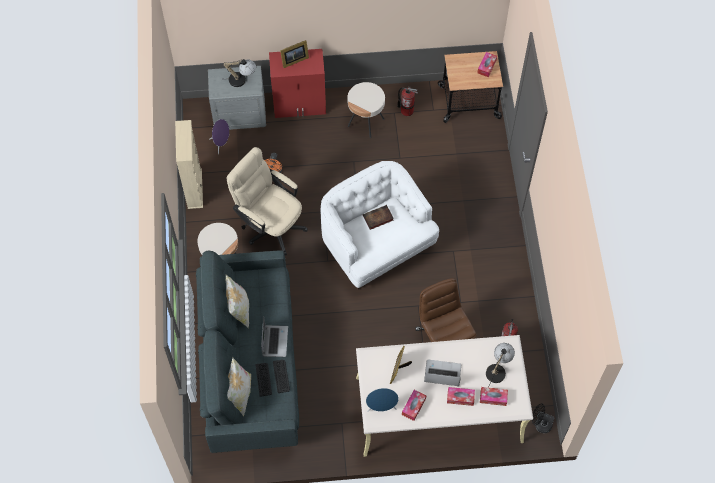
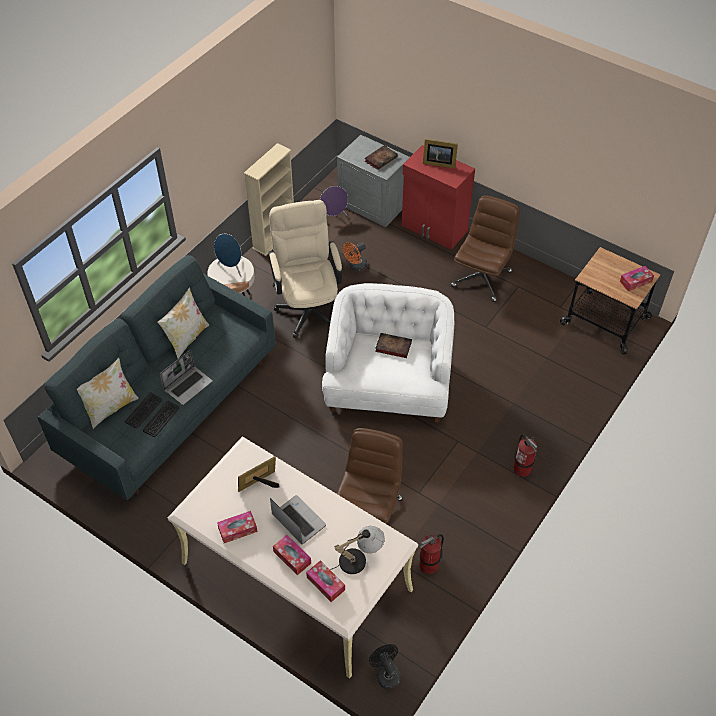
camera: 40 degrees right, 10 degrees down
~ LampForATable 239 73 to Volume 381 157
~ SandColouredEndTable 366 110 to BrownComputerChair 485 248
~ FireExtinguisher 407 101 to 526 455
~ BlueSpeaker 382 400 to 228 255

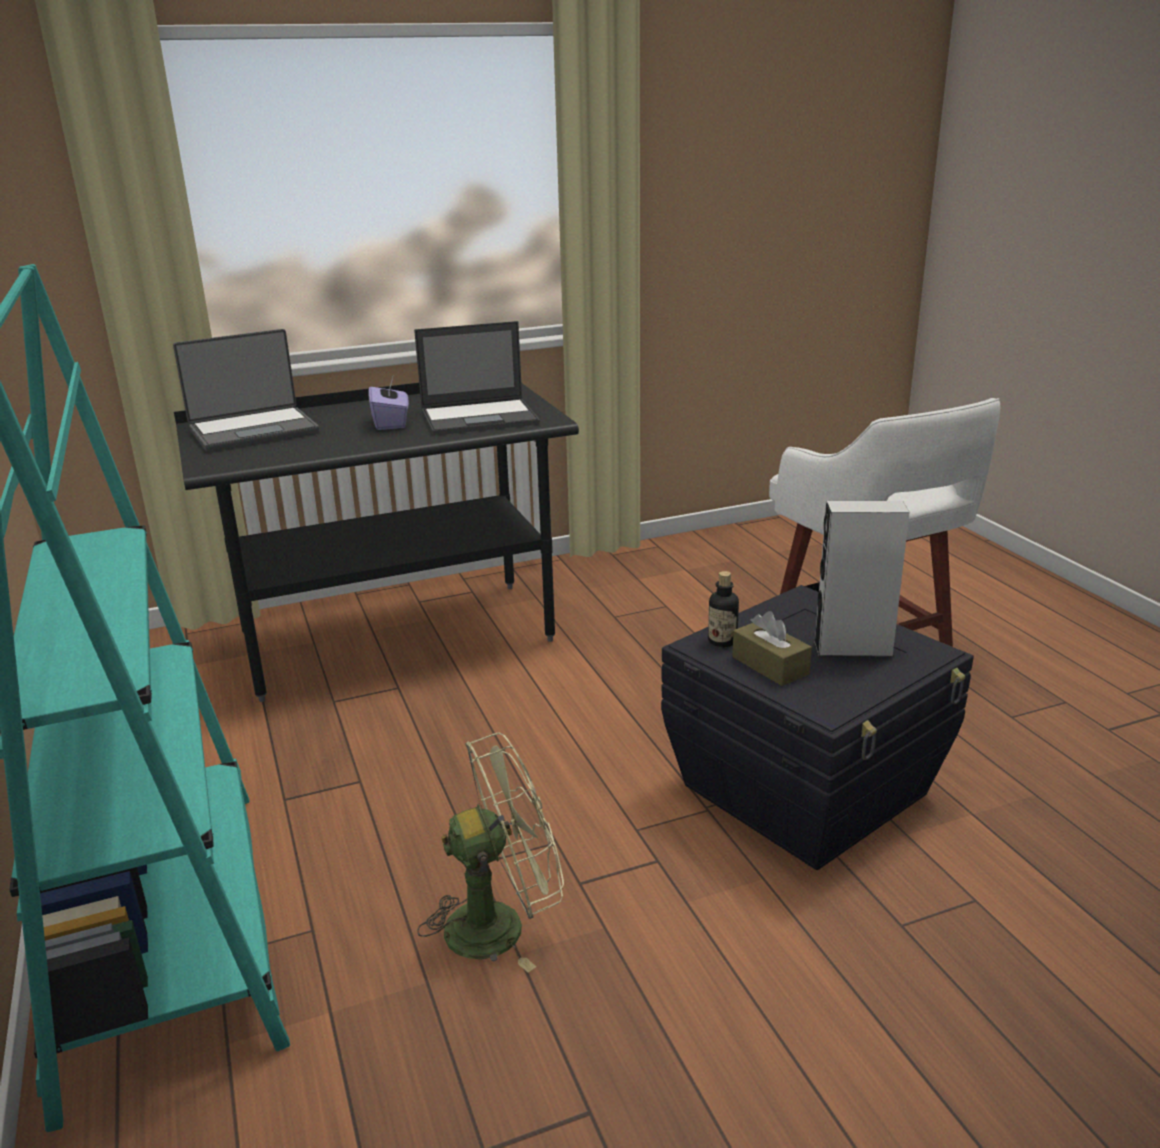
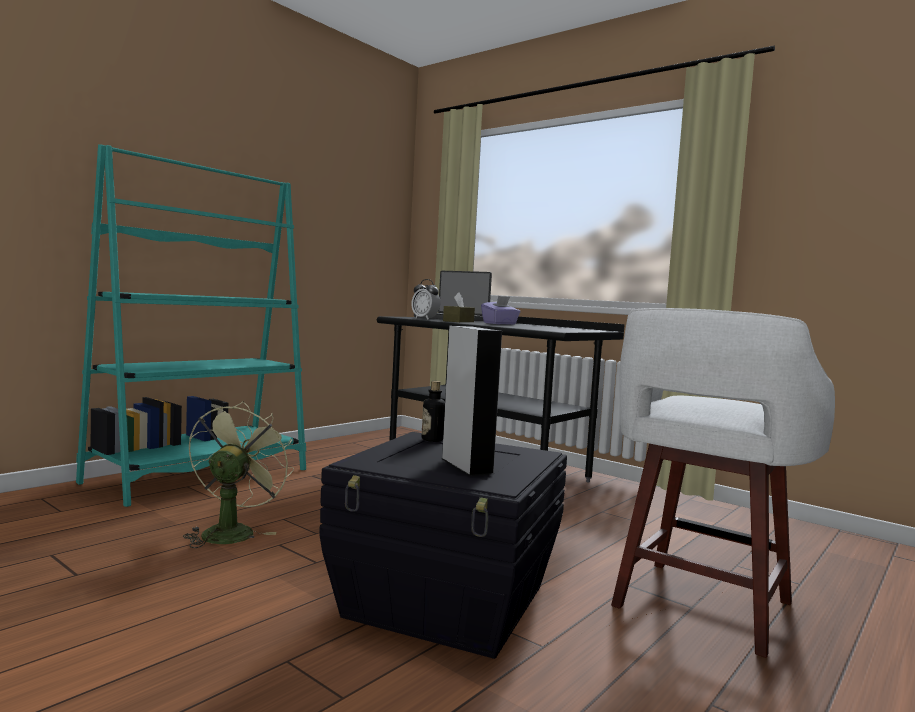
camera: 60 degrees right, 20 degrees down
- PortableComputer 477 378
~ BrownTissueHolder 772 648 to 459 307
~ GreenishElectricFan 490 852 = 238 474 120 degrees counterclockwise
+ AlarmClock 425 299

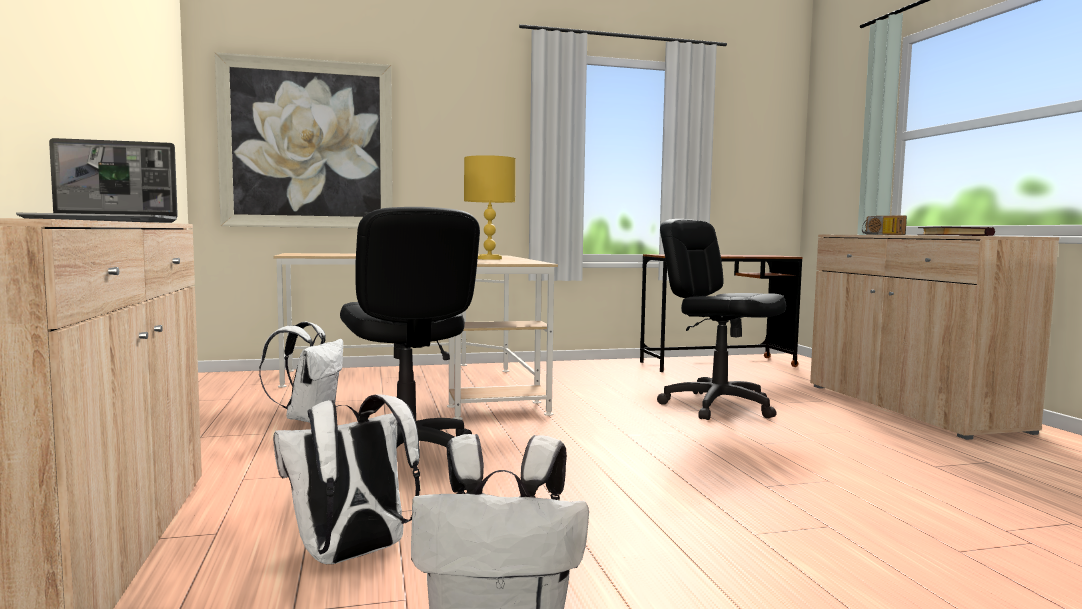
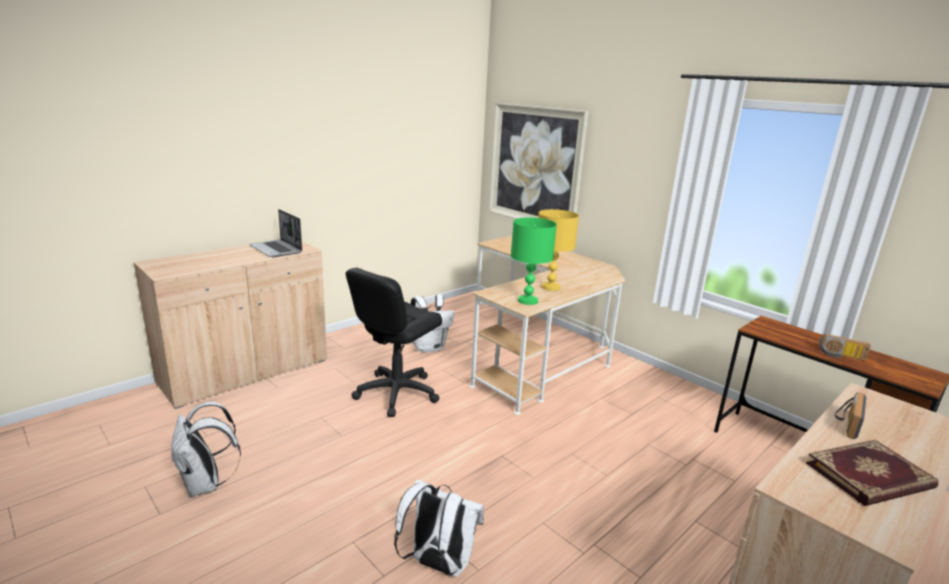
camera: 60 degrees right, 15 degrees up
- BlackComputerChair 721 319
~ WhiteBackpack 346 479 to 439 528
+ GreenishLampForATable 534 261
+ RadioReceiver 845 347

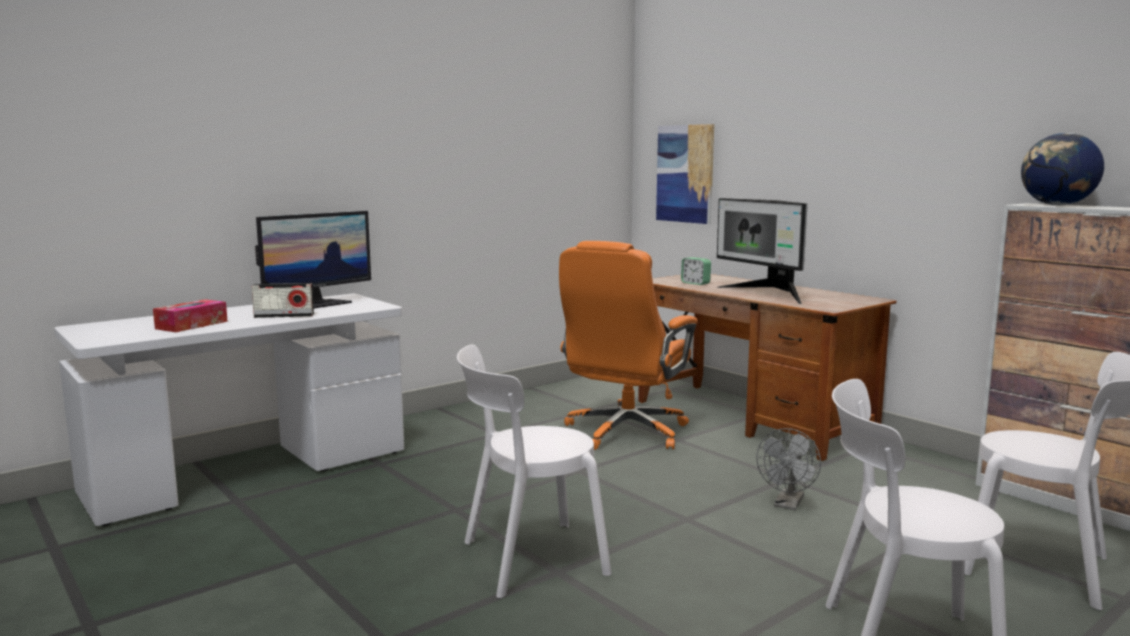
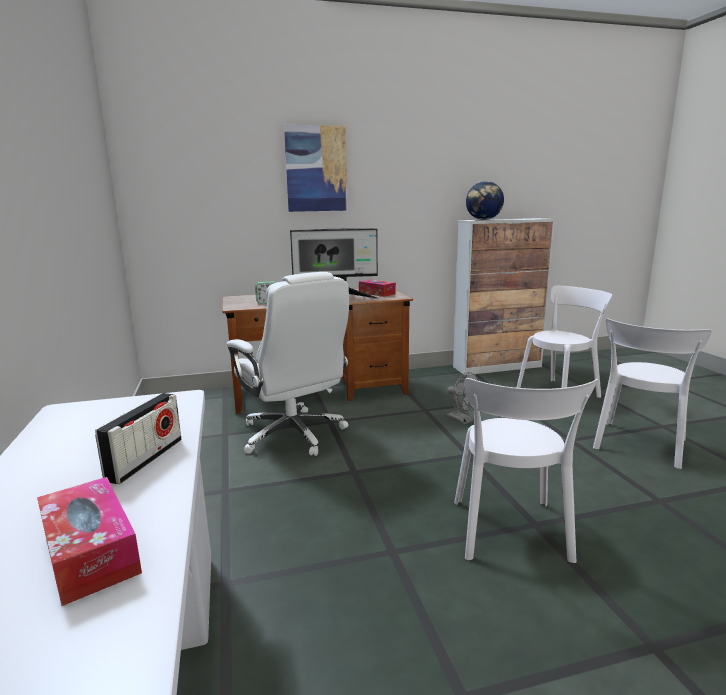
camera: 65 degrees left, 5 degrees up
~ Picture 685 174 to 316 168
- ComputerScreen 313 259
~ OrangeyComputerChair 628 345 to WhiteComputerChair 287 364
+ TissueHolder 377 288

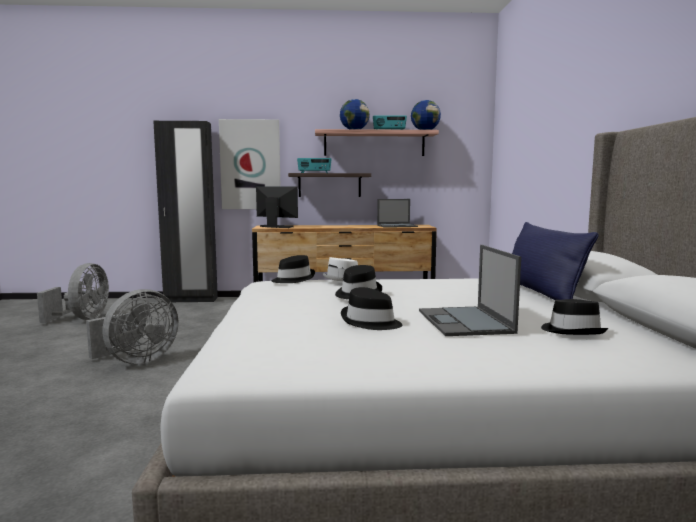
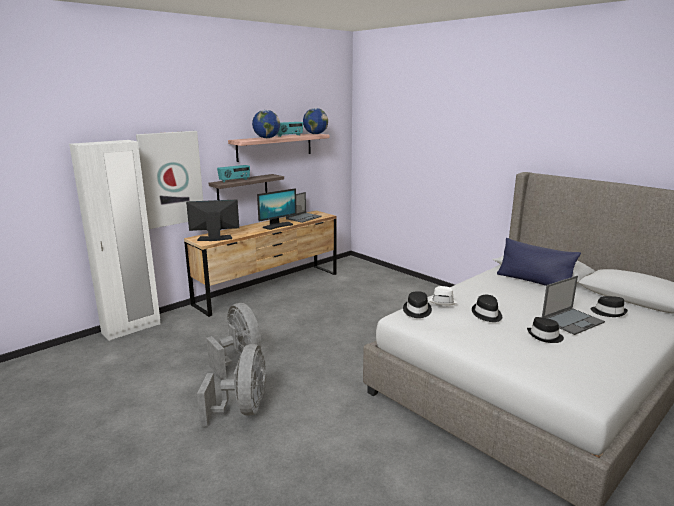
camera: 40 degrees left, 10 degrees up
~ BlackWardrobe 185 212 to WhiteWardrobe 115 240
~ PortableComputer 470 290 = 573 305 75 degrees counterclockwise
~ GreyishElectricFan 73 293 to 233 341
+ ComputerScreen 277 209

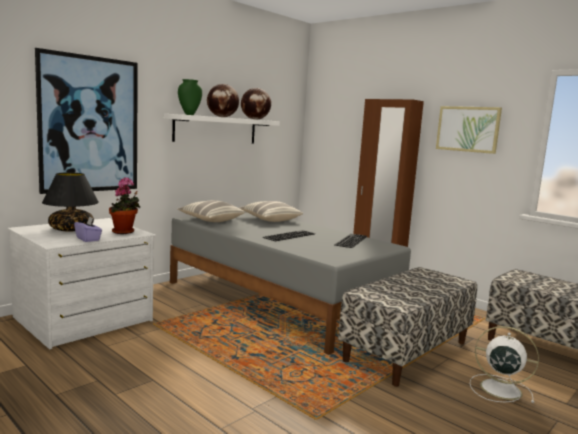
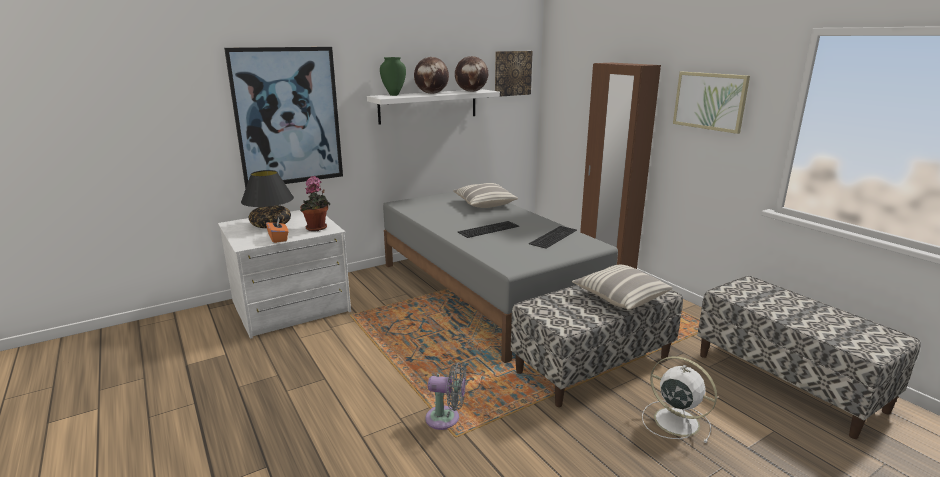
camera: 15 degrees right, 10 degrees up
~ ThrowPillow 211 211 to 622 287
~ PurpleColouredTissueHolder 88 229 to OrangeyTissueHolder 277 230
+ Picture 514 74
+ GreyishElectricFan 445 396

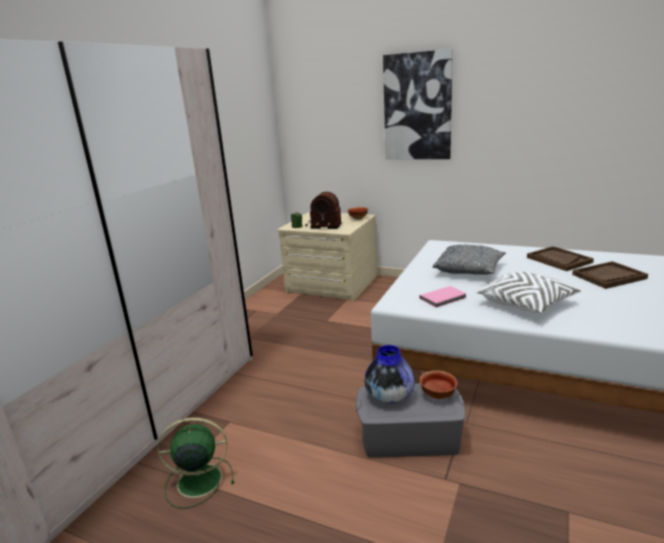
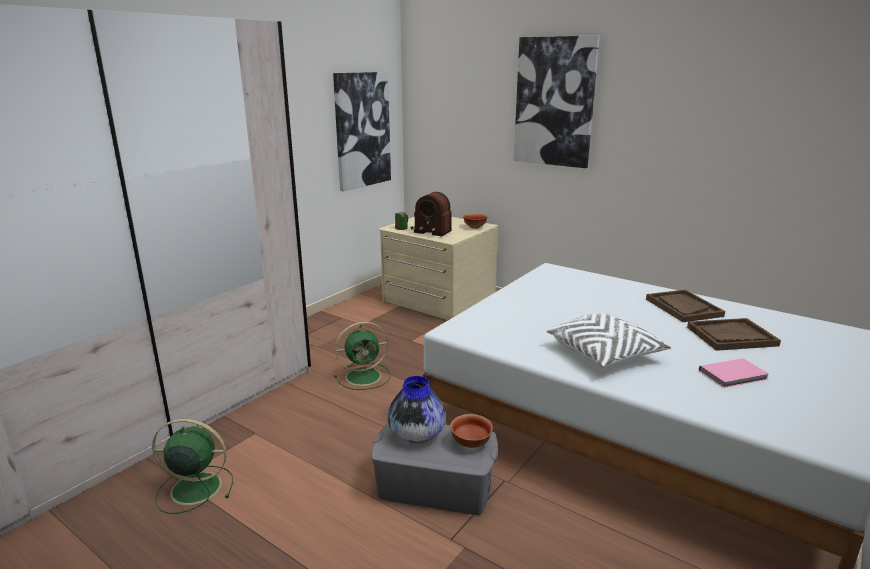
camera: 10 degrees right, 0 degrees up
- GreyishThrowPillow 469 259
~ PinkVolume 443 297 to 734 373
+ Picture 362 132
+ GreenishElectricFan 362 356

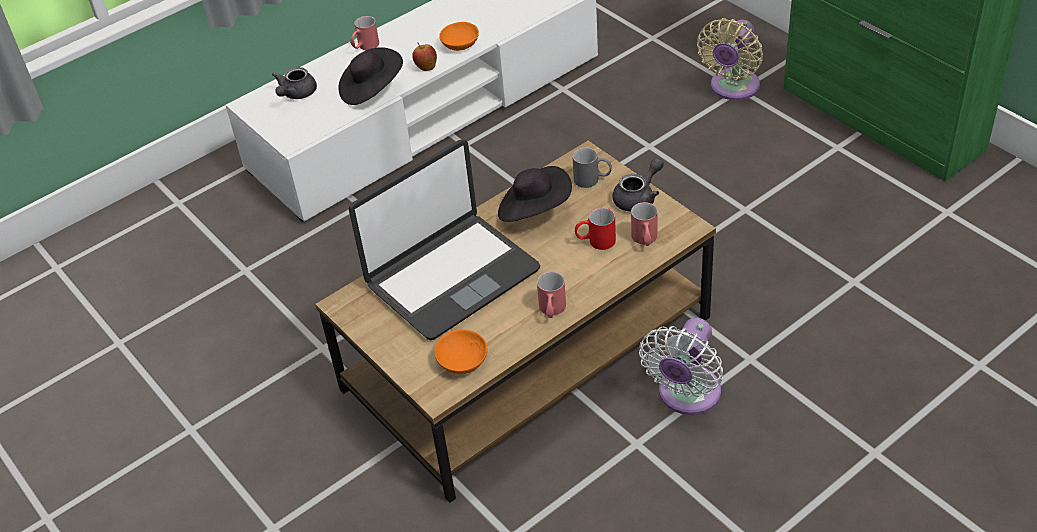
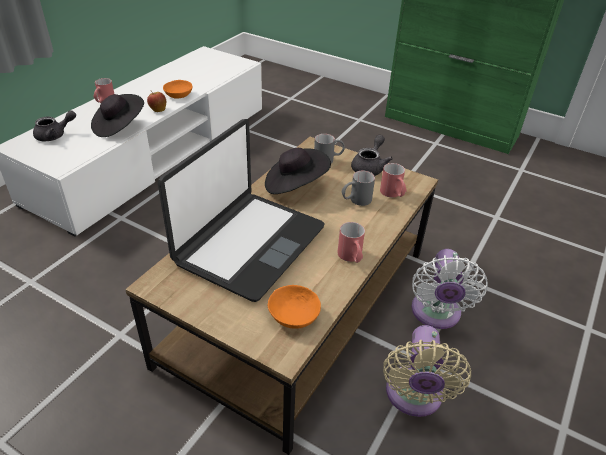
camera: 25 degrees left, 5 degrees down
~ SandColouredElectricFan 730 59 to 427 371
~ GreyishTeapot 294 83 = 54 125 120 degrees counterclockwise
~ ReddishTeaMug 595 229 to GreyishTeaMug 358 188

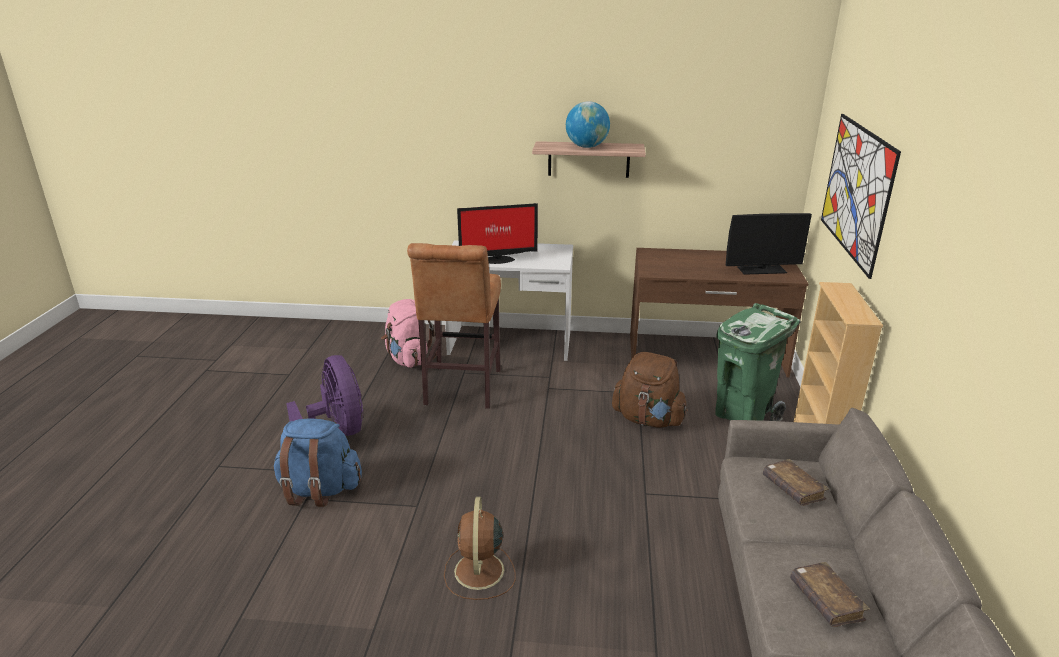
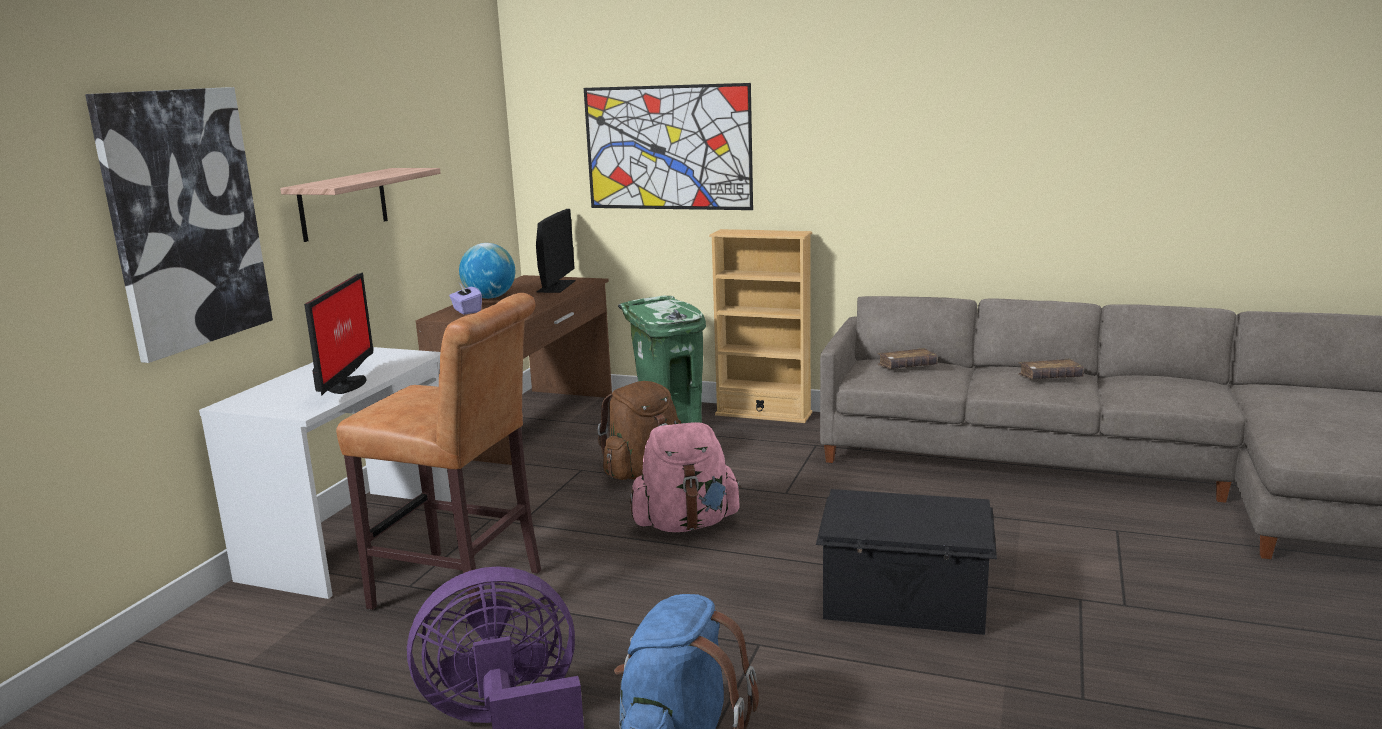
camera: 75 degrees left, 10 degrees down
~ WorldGlobe 588 124 to 487 271
~ PinkBackpack 409 333 to 686 477
~ BrownElectricFan 480 548 to BlackStorageContainer 906 562
+ Picture 179 225
+ PurpleColouredTissueHolder 465 298

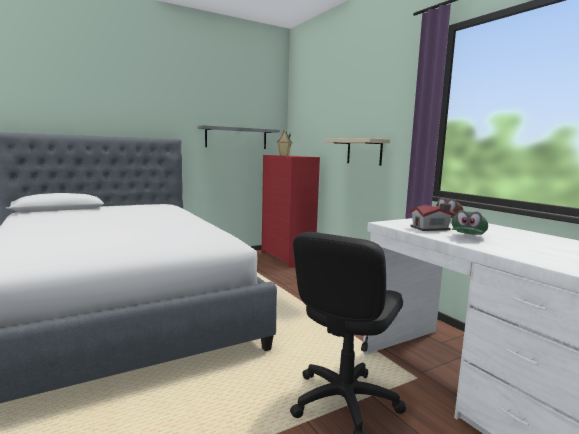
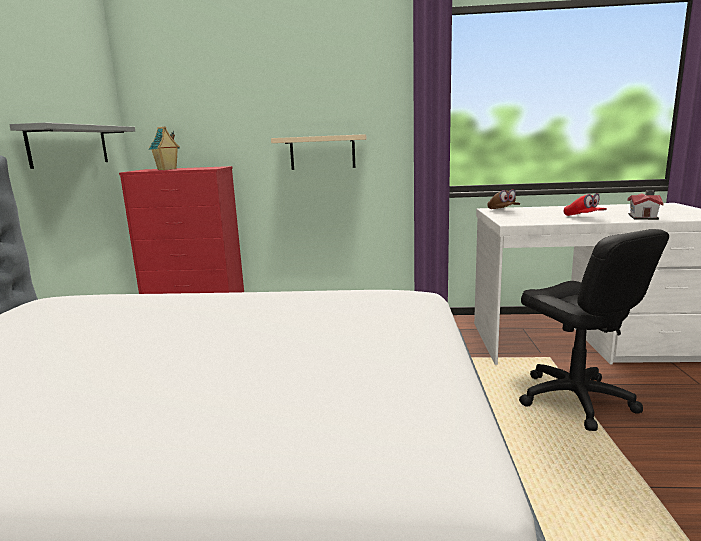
camera: 55 degrees left, 5 degrees up
~ ModelHouse 432 217 to 645 205
~ GreenishCap 470 222 to ReddishCap 585 204

